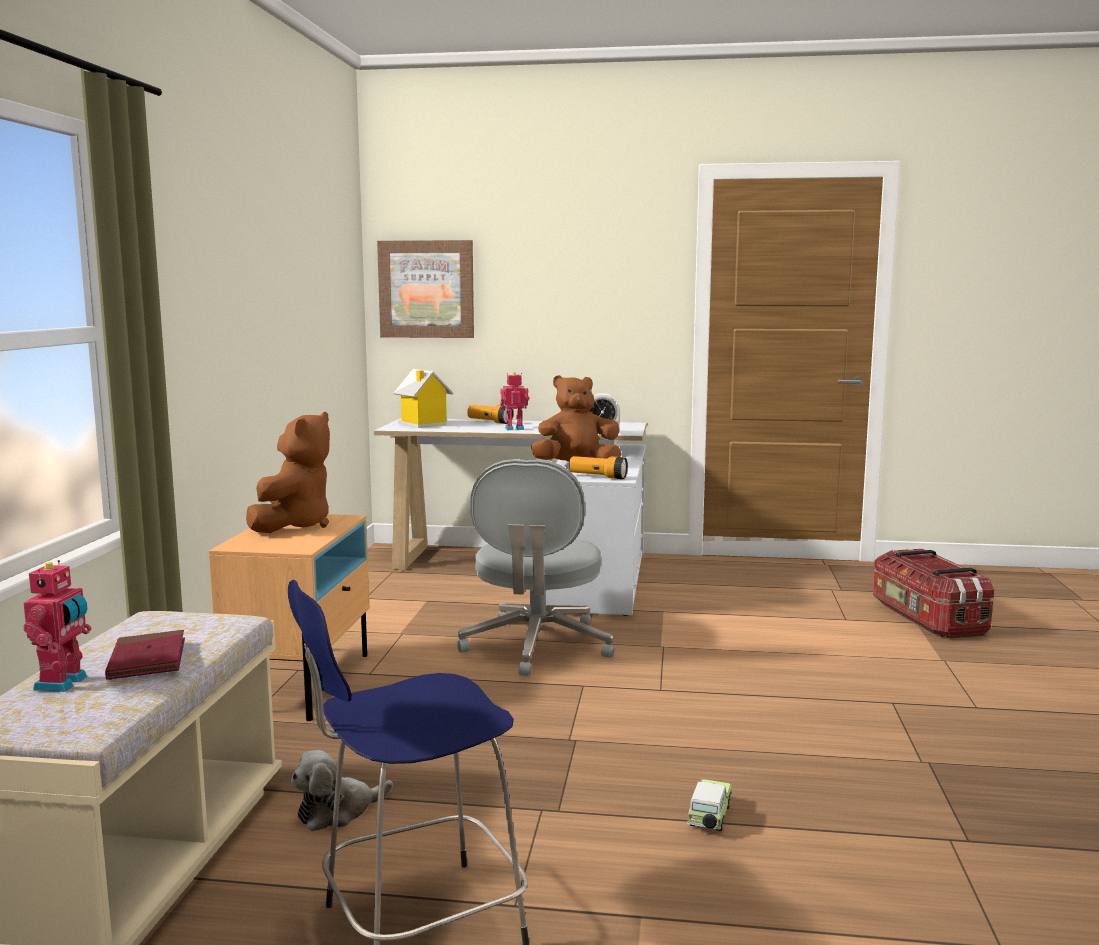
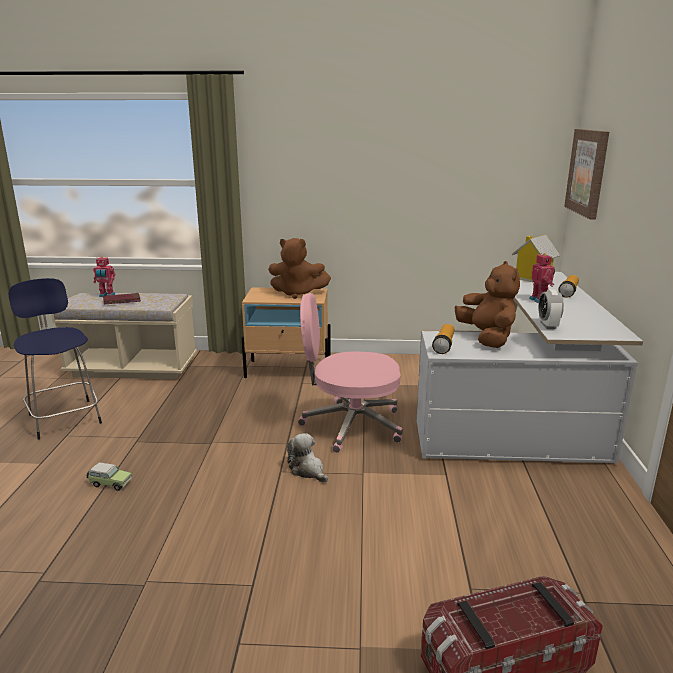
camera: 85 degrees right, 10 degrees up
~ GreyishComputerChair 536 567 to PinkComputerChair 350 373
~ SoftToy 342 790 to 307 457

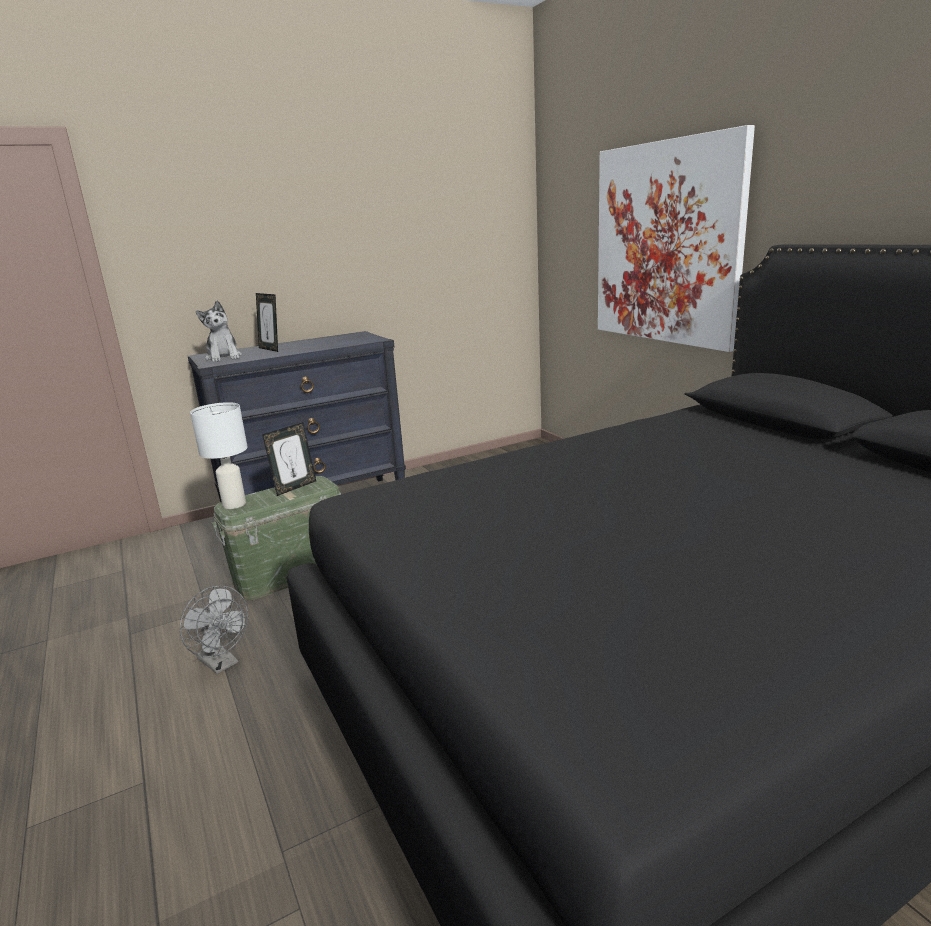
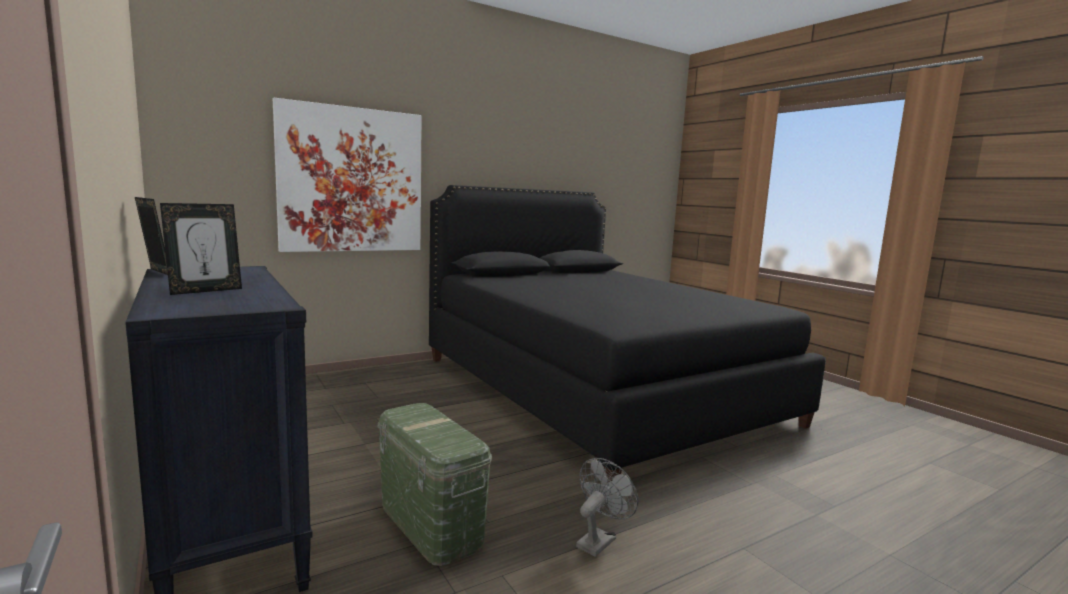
camera: 95 degrees left, 10 degrees down
- SoftToy 219 331
- WhiteLampForATable 218 455
~ StandingFrame 289 459 to 151 236

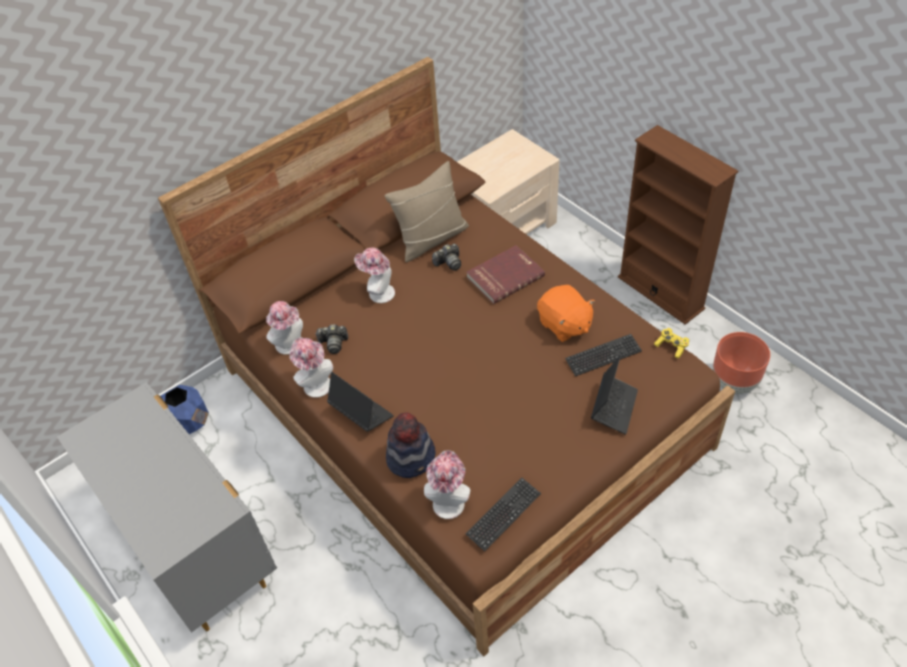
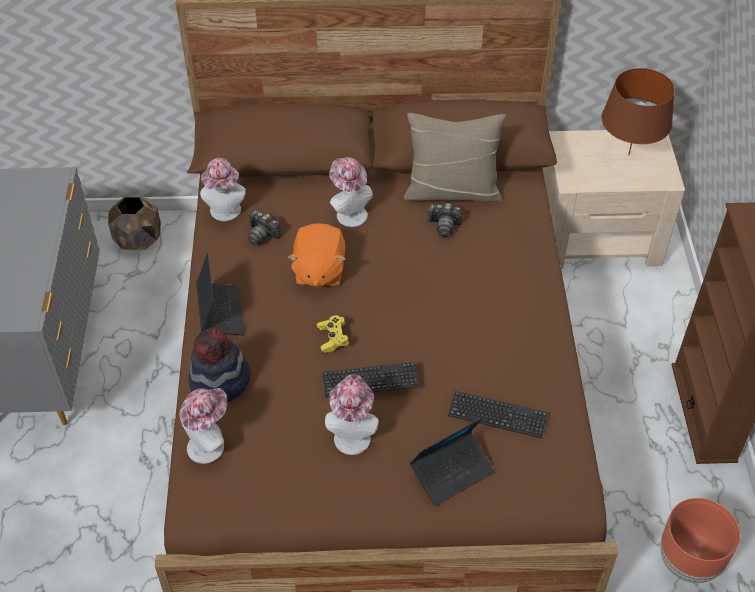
camera: 35 degrees right, 0 degrees up
- ReddishVolume 505 274
~ OrangeySoftToy 566 313 to 317 255
~ YellowColouredGameController 671 343 to 333 334
~ Hat 311 367 to 352 414
~ BlueFlowerPot 184 409 to BrownFlowerPot 134 223
~ ComputerKeyboard 503 515 to 370 380
+ BrownLampForATable 638 111

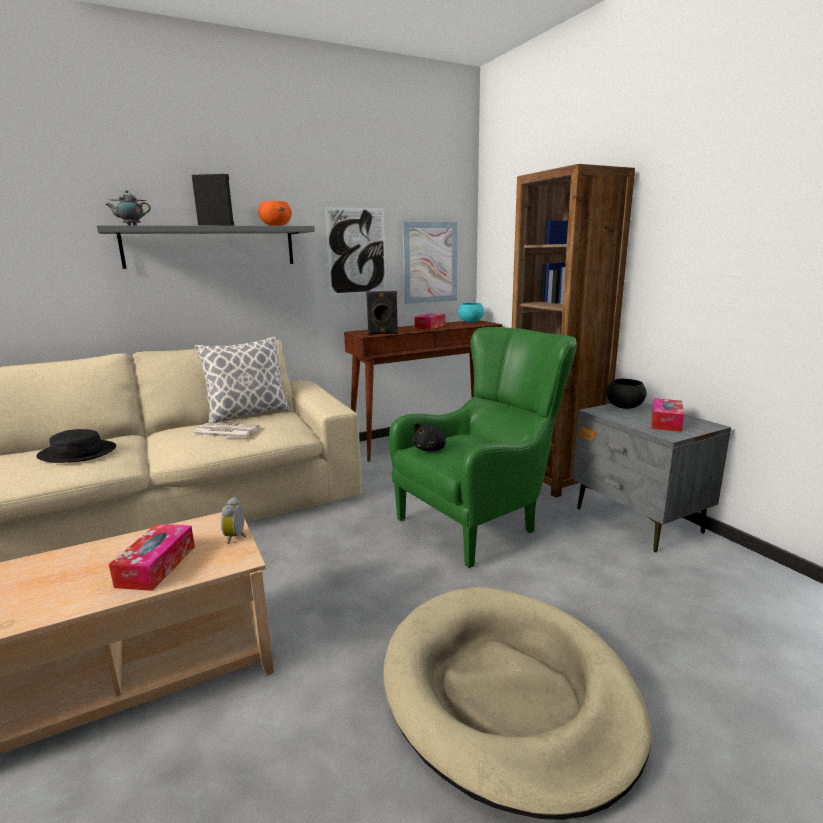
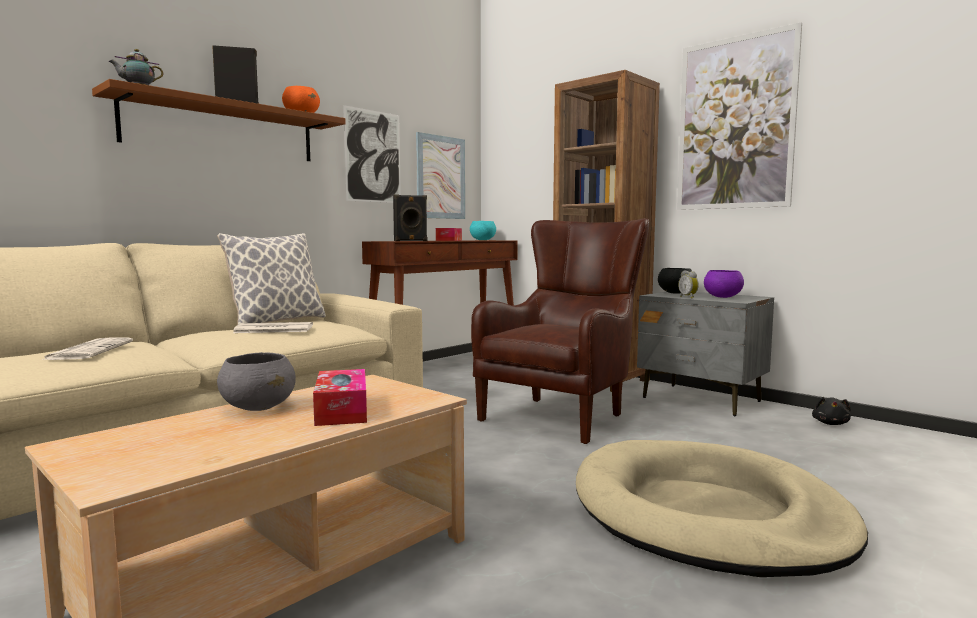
camera: 20 degrees left, 10 degrees down
~ GreyishShelf 206 247 to BrownShelf 219 120
~ GreenishArmchair 483 447 to BrownArmchair 560 331
~ TissueHolder 667 415 to PurpleColouredDeepDish 724 284
~ BlackSoftToy 429 437 to 831 411
~ BlackHat 76 446 to Newspaper 87 348
~ AlarmClock 233 520 to 688 284
+ Picture 739 116
+ GreyishDeepDish 256 381

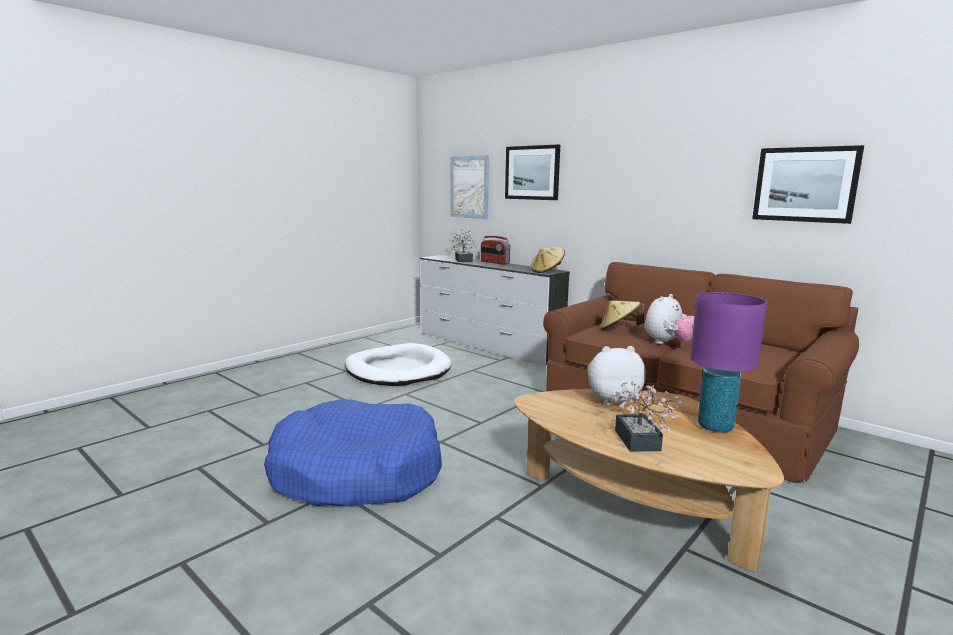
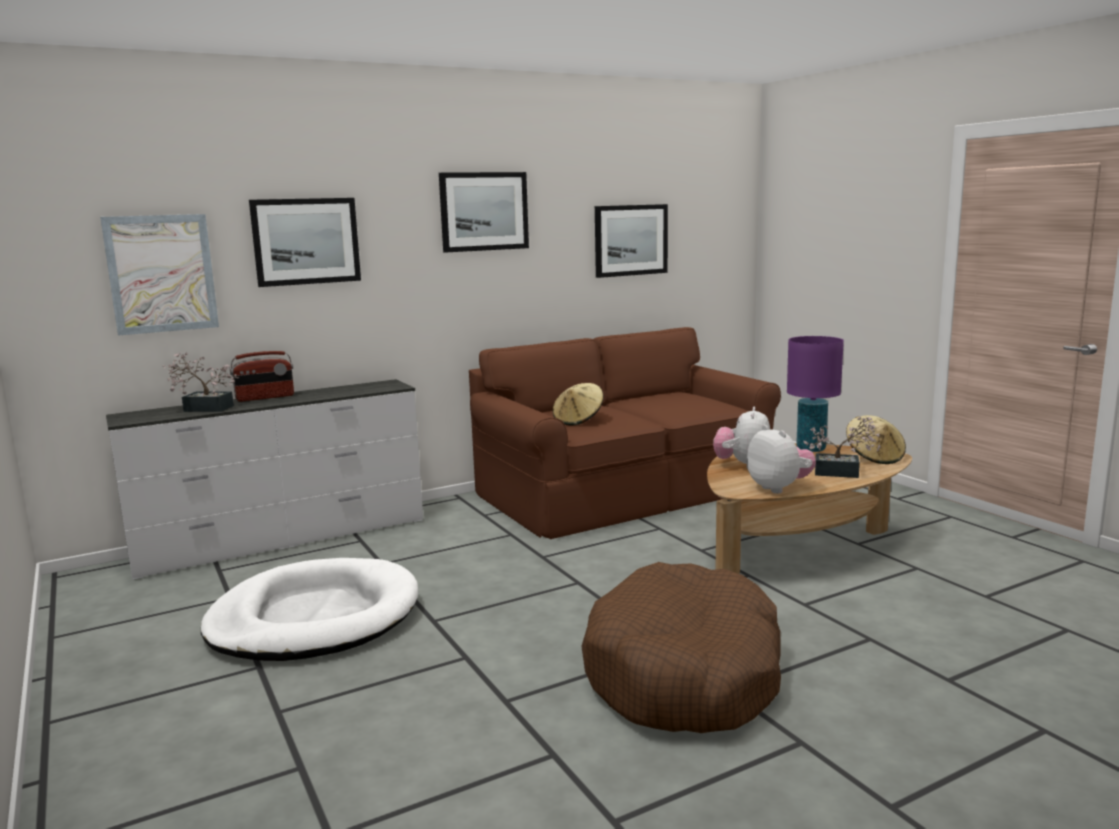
camera: 70 degrees left, 0 degrees up
~ SandColouredHat 548 260 to 876 439
~ SoftToy 669 319 to 781 459
~ BlueDogBed 353 452 to BrownDogBed 681 647
+ Picture 484 212

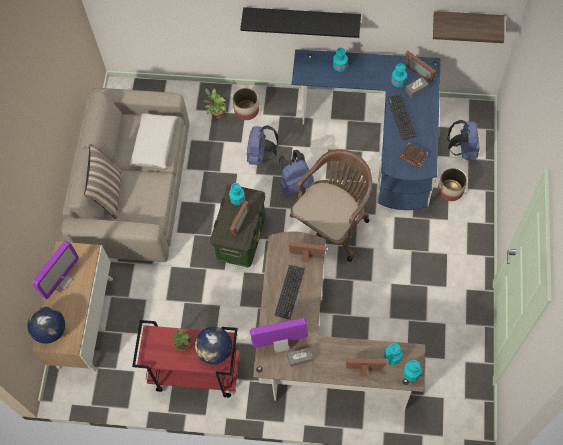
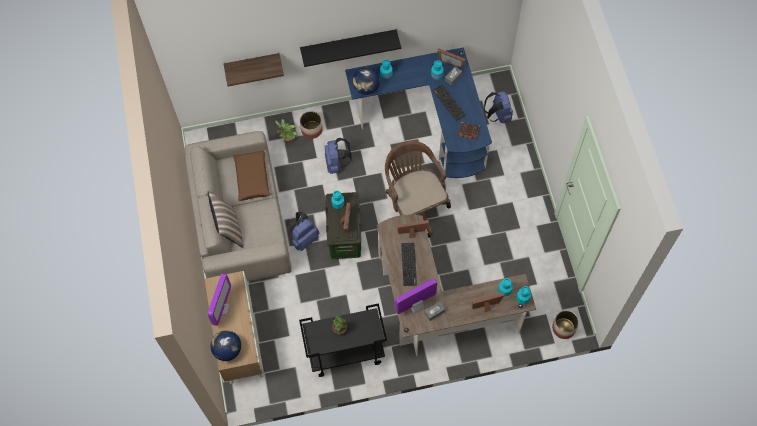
camera: 20 degrees left, 0 degrees up
~ Shelf 468 27 to 254 70
~ WhiteThrowPillow 153 141 to BrownThrowPillow 251 175
~ BrownComputerChair 331 205 = 418 189 45 degrees counterclockwise
~ BlueBackpack 296 173 to 302 231
~ FlowerPot 452 184 to 565 324
~ ReddishTrolley 186 359 to BlackTrolley 343 340
~ WorldGlobe 213 345 to 366 81

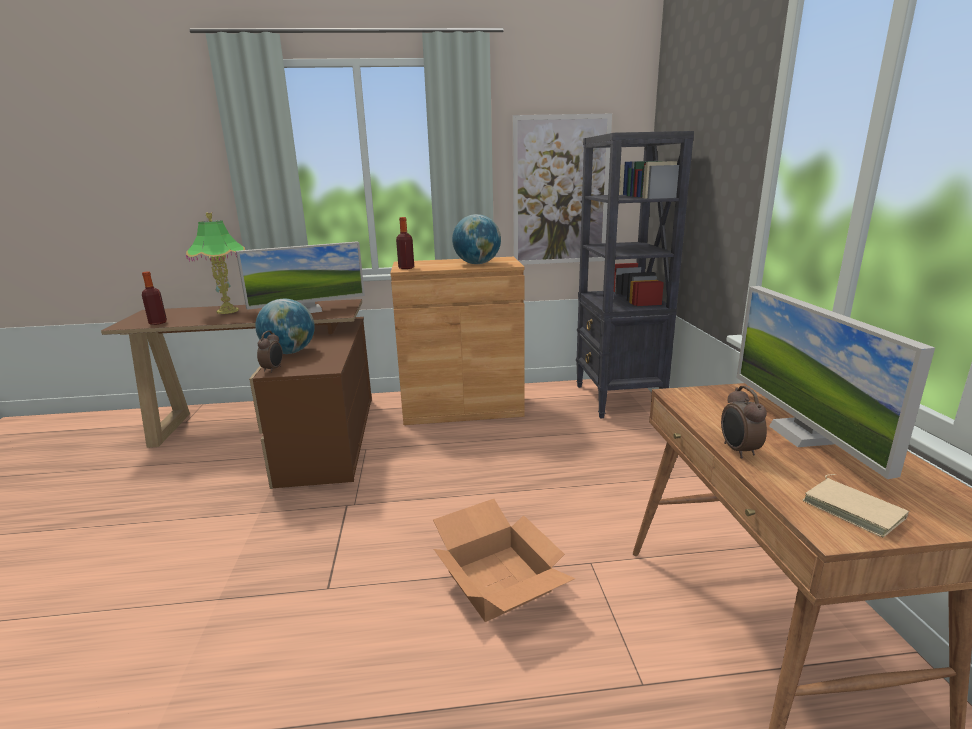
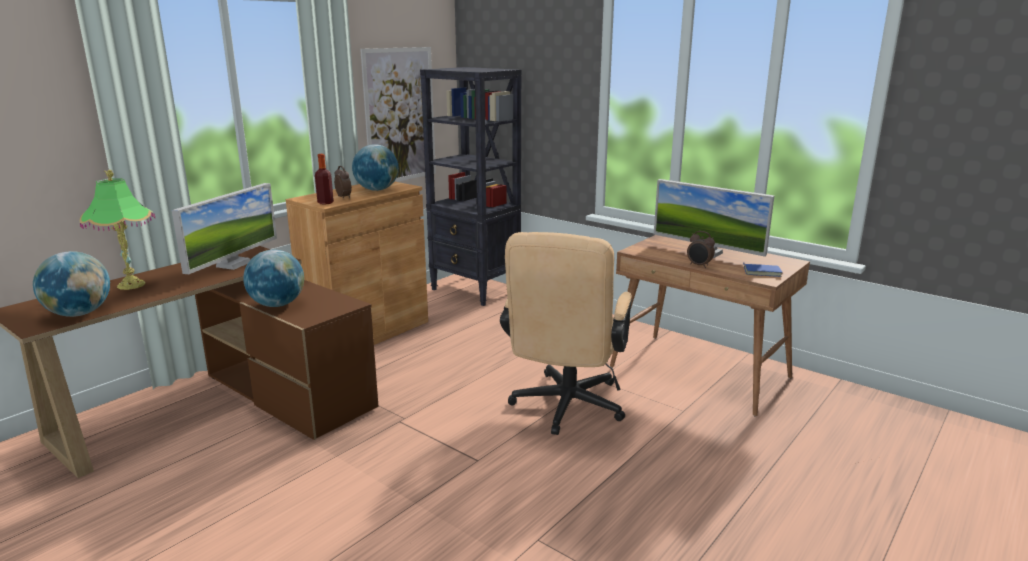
camera: 45 degrees left, 0 degrees up
~ Bottle 154 298 to WorldGlobe 71 284
~ AlarmClock 270 352 to 343 182
~ SandColouredVolume 855 505 to BlueVolume 763 269
~ PackingBox 504 560 to SandColouredComputerChair 566 333

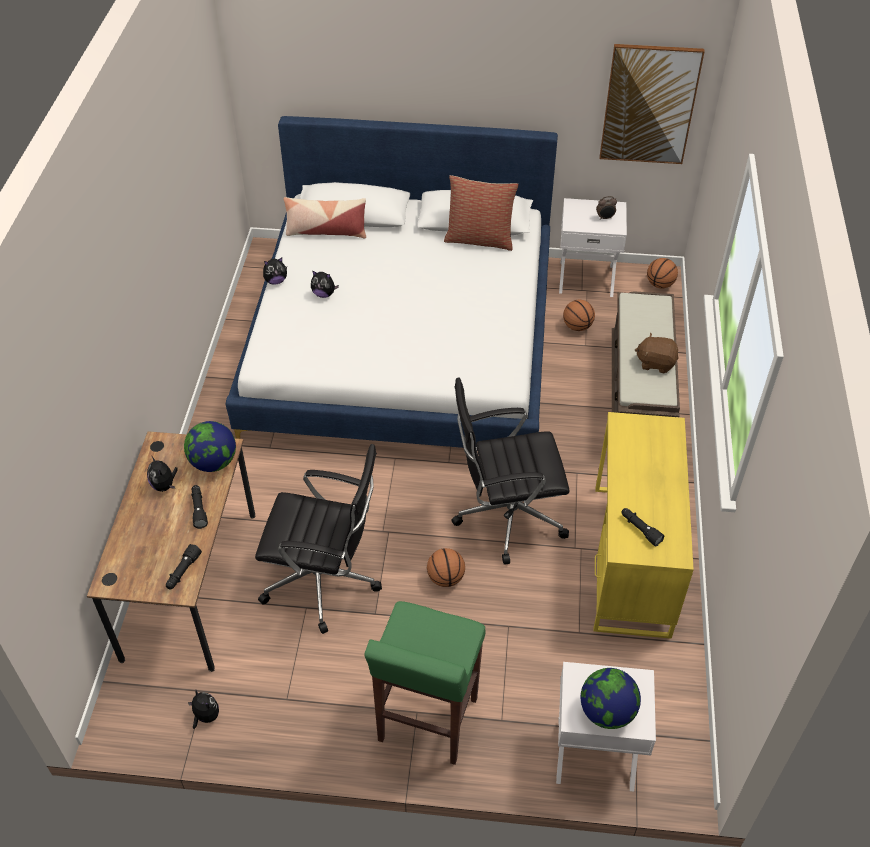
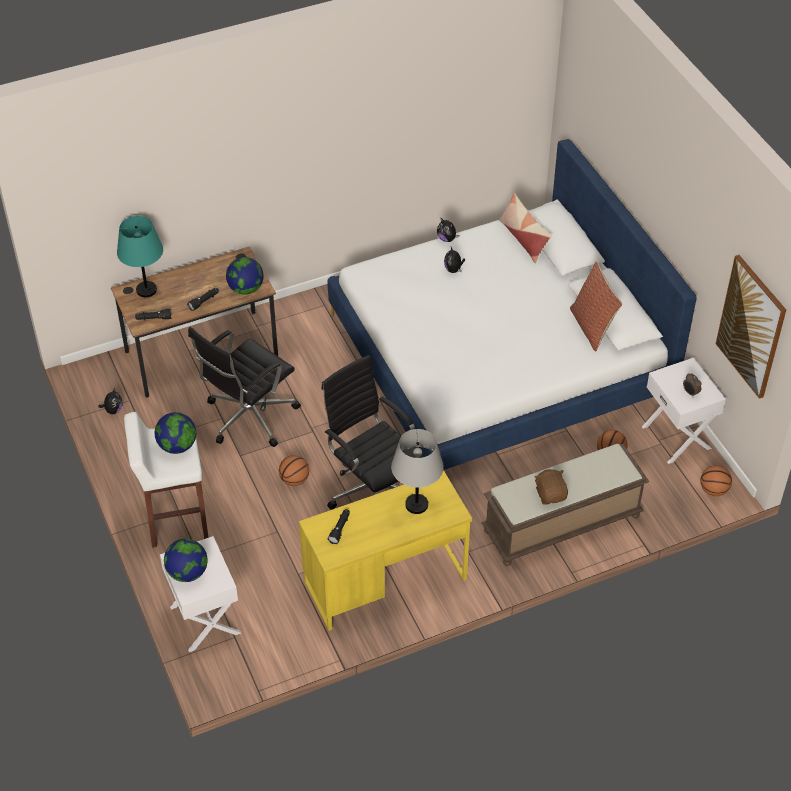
camera: 60 degrees right, 0 degrees up
~ BlackComputerChair 318 539 = 244 387 60 degrees clockwise
- SoftToy 162 474
~ GreenishStoolSeat 424 683 to WhiteStoolSeat 166 480
+ TurquoiseLampForATable 140 256
+ WorldGlobe 175 433
+ GreyishLampForATable 417 471

